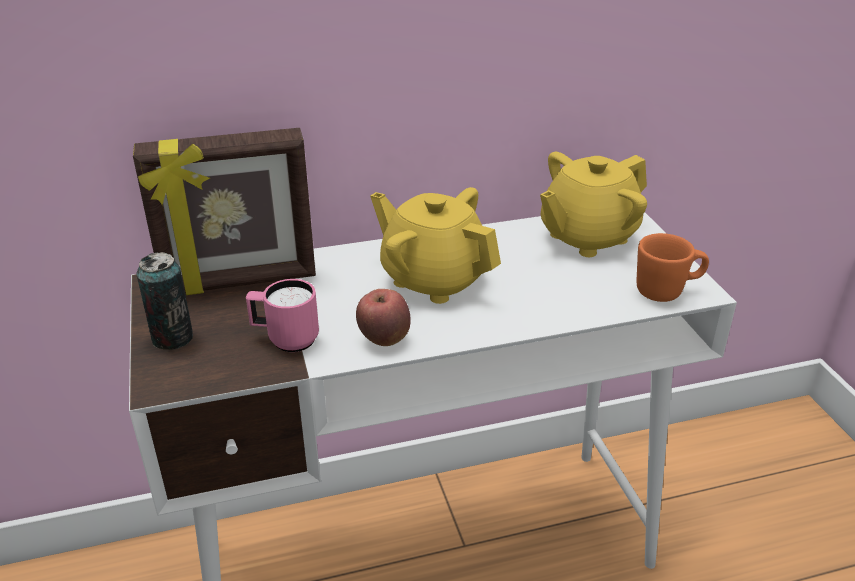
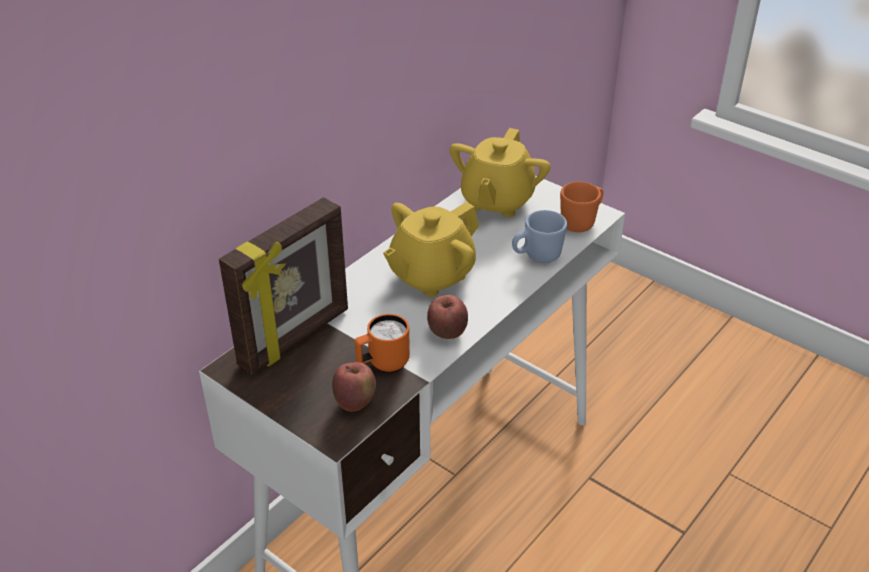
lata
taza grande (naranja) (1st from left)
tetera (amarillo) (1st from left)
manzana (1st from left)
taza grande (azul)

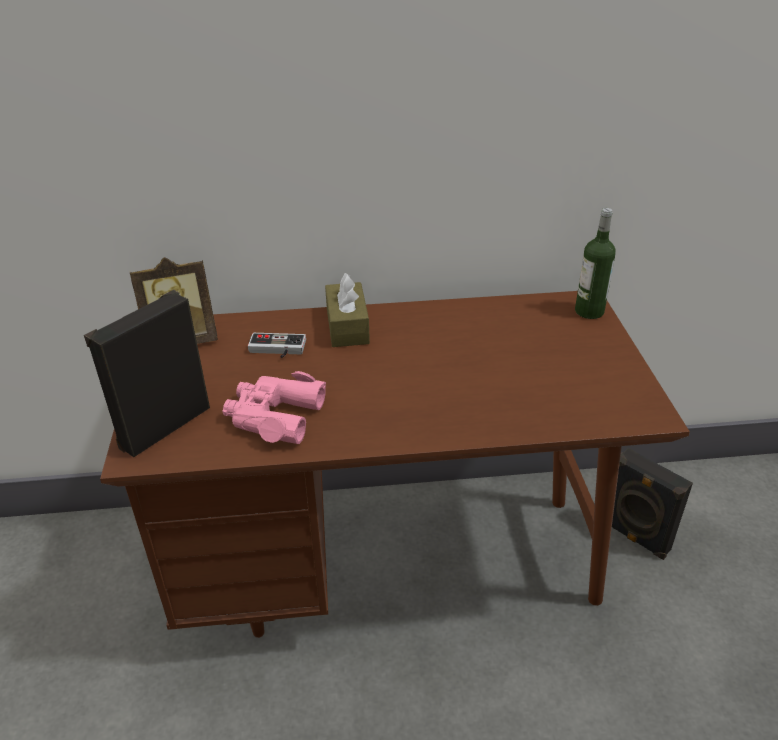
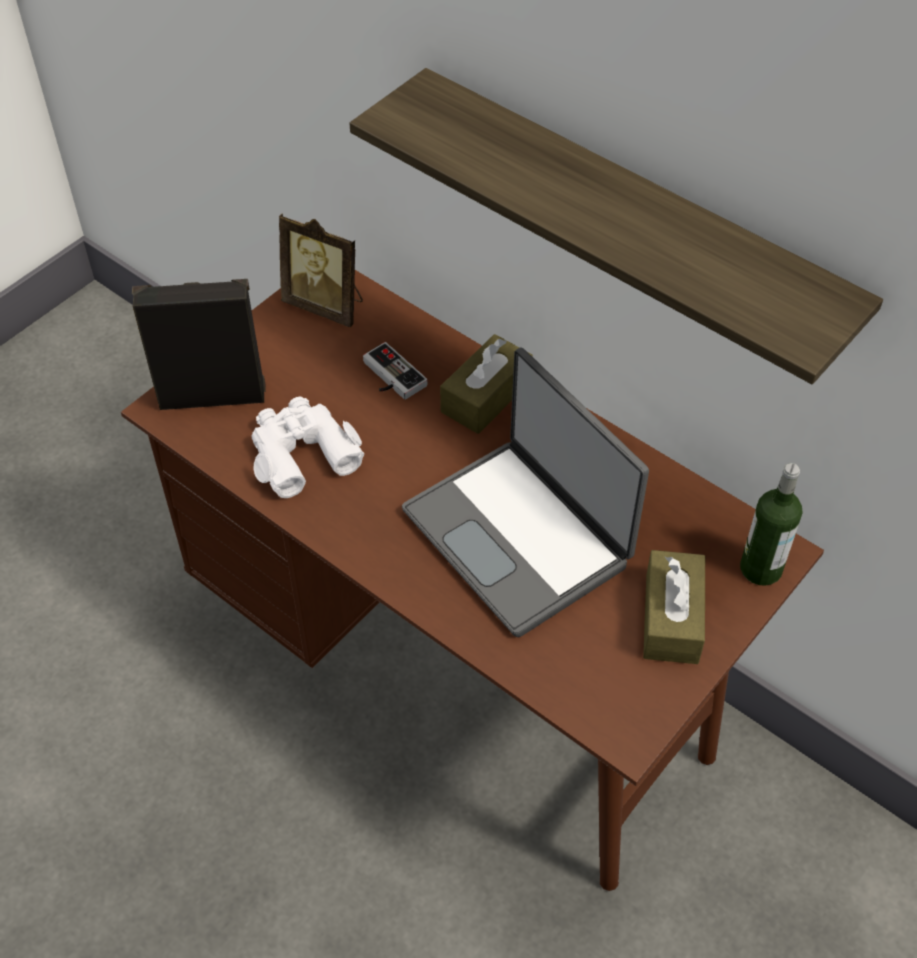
prismáticos (blanco)
altavoz (negro) (2nd from left in the first image)
estante
portátil
caja de pañuelos (marrón) (2nd from left)

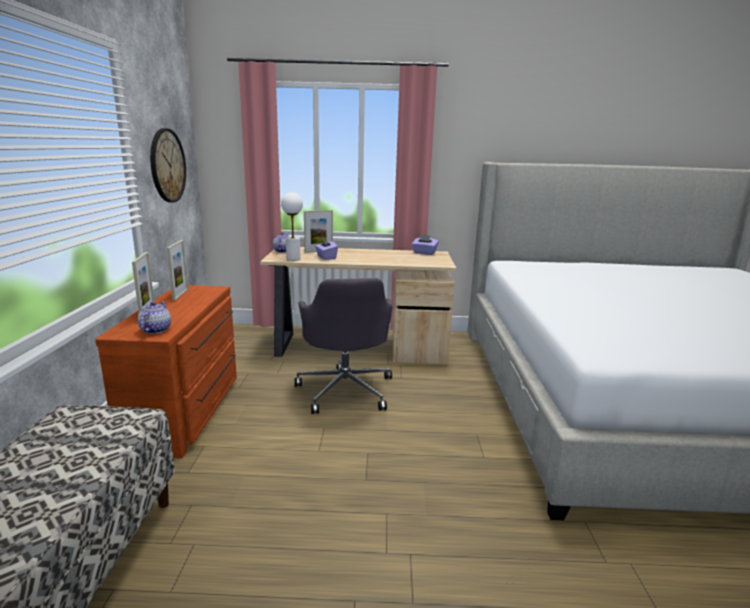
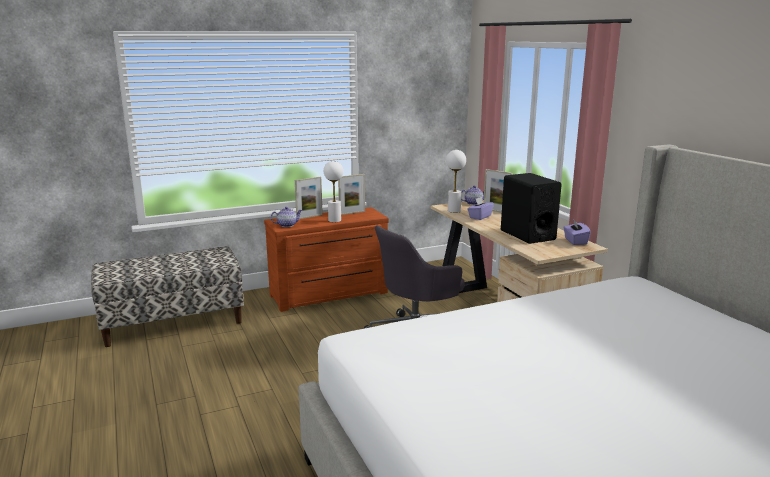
reloj de pared
lámpara de mesa (blanco) (1st from left)
altavoz (negro)

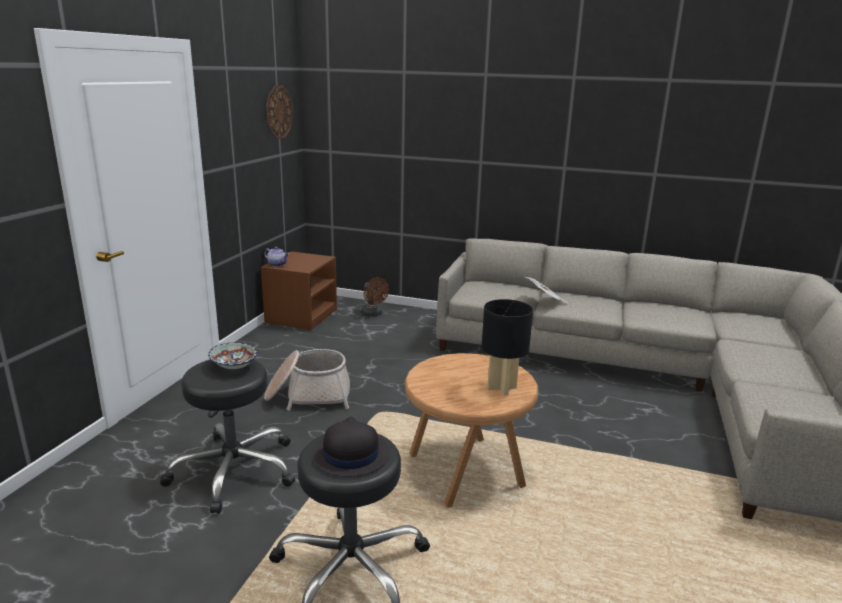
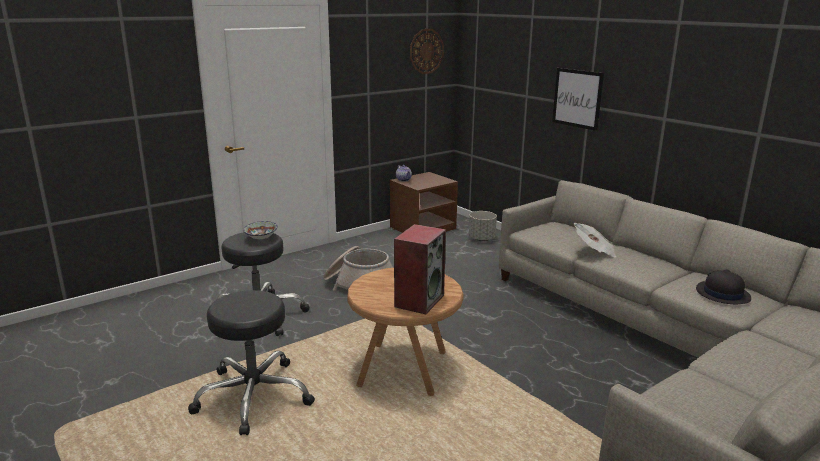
sombrero (negro)
maceta (gris)
altavoz
cuadro

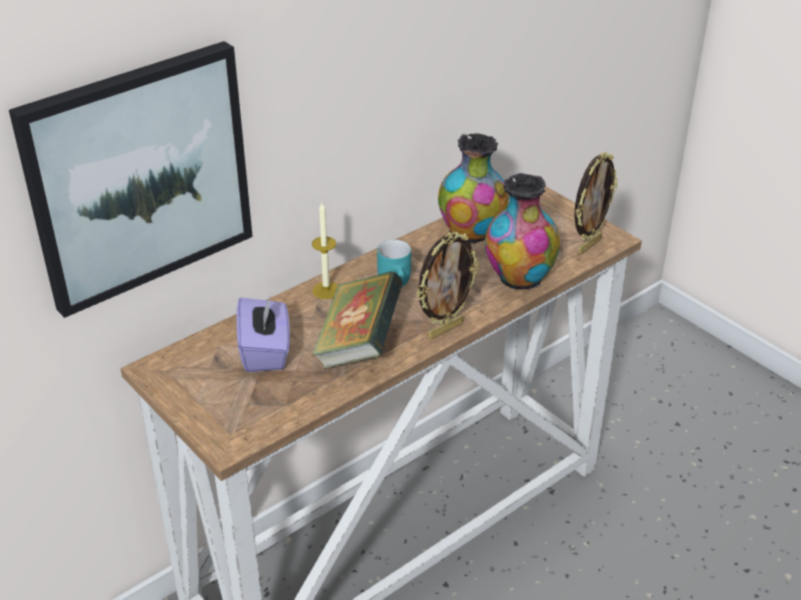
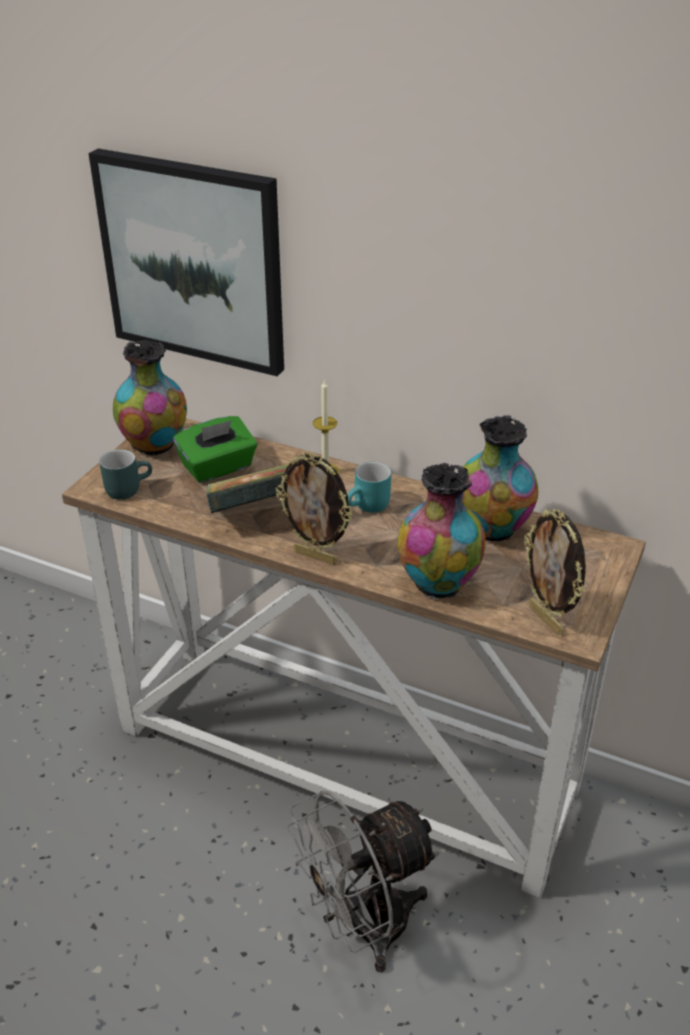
caja de pañuelos (verde)
portarretratos (2nd from left)
taza grande (turquesa) (1st from left)
florero (1st from left)
ventilador (gris)

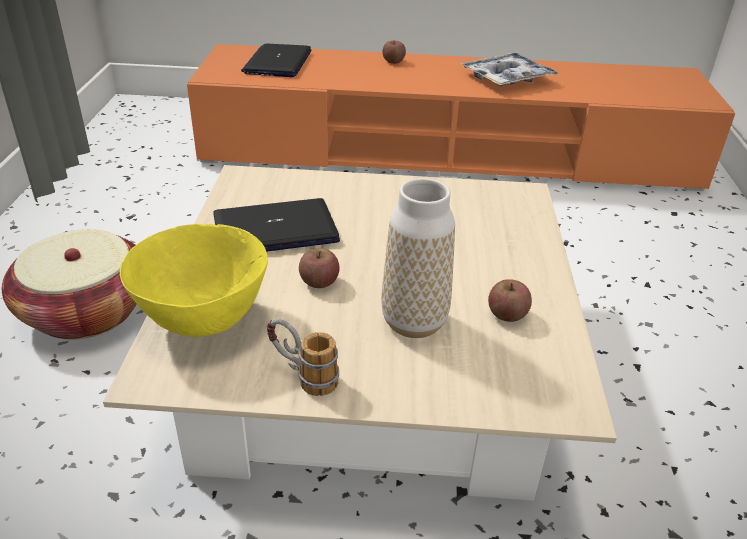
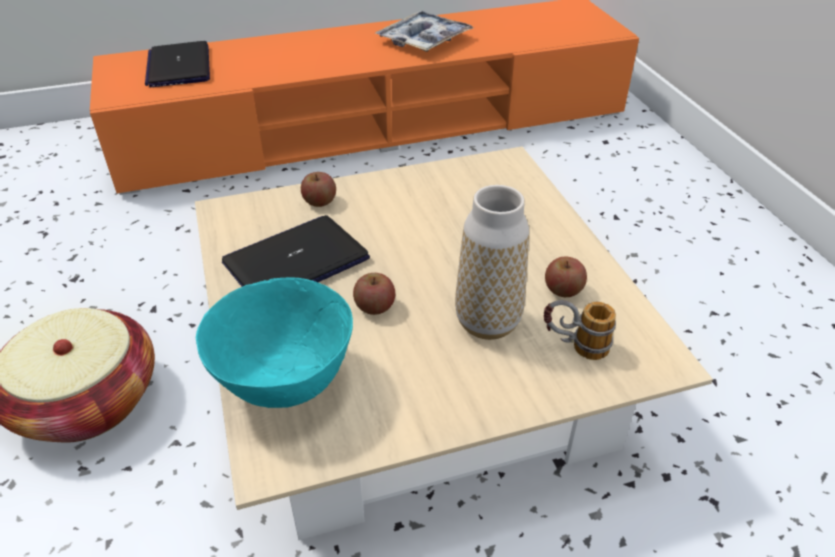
cuenco (turquesa)
taza grande
manzana (1st from left)

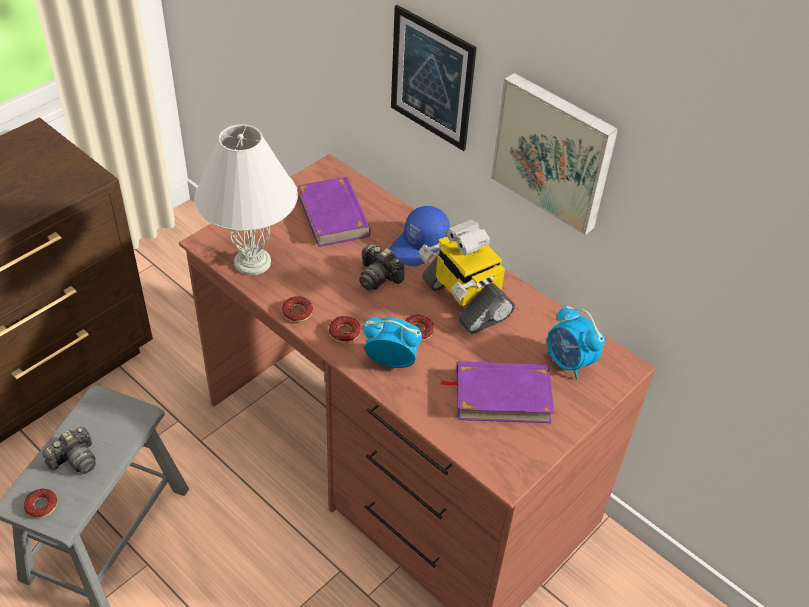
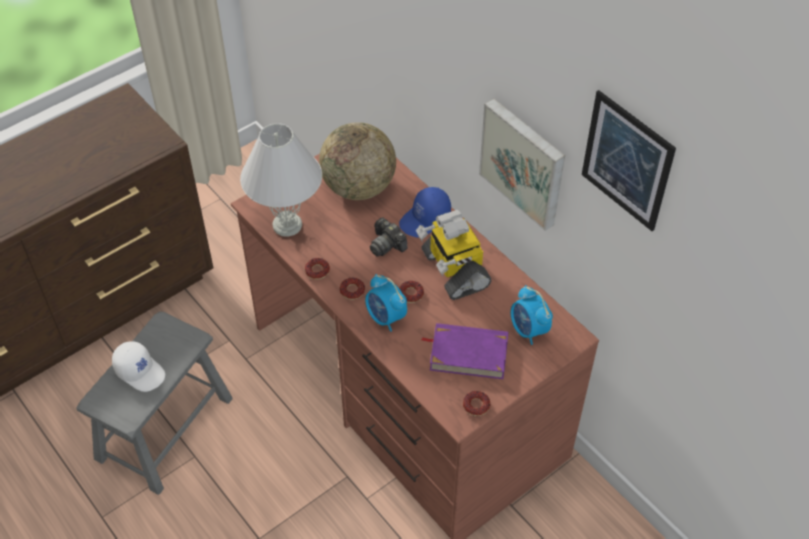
rosquilla (4th from left)
gorra (blanco)
globo terráqueo
despertador (1st from left)
cuadro (2nd from left)

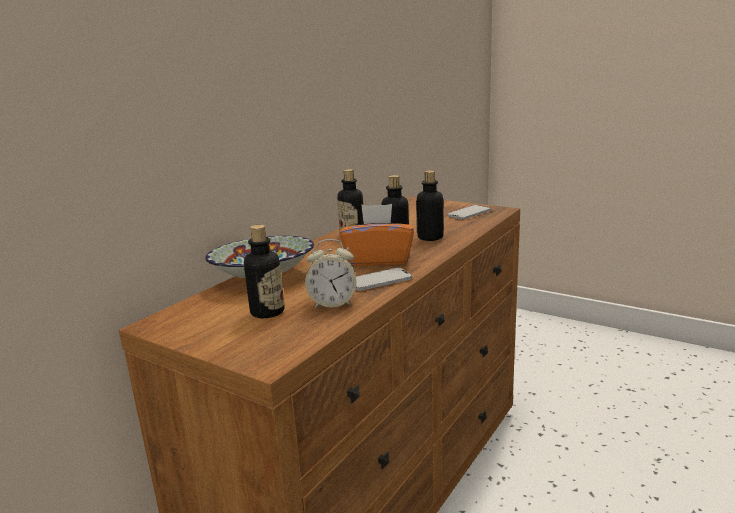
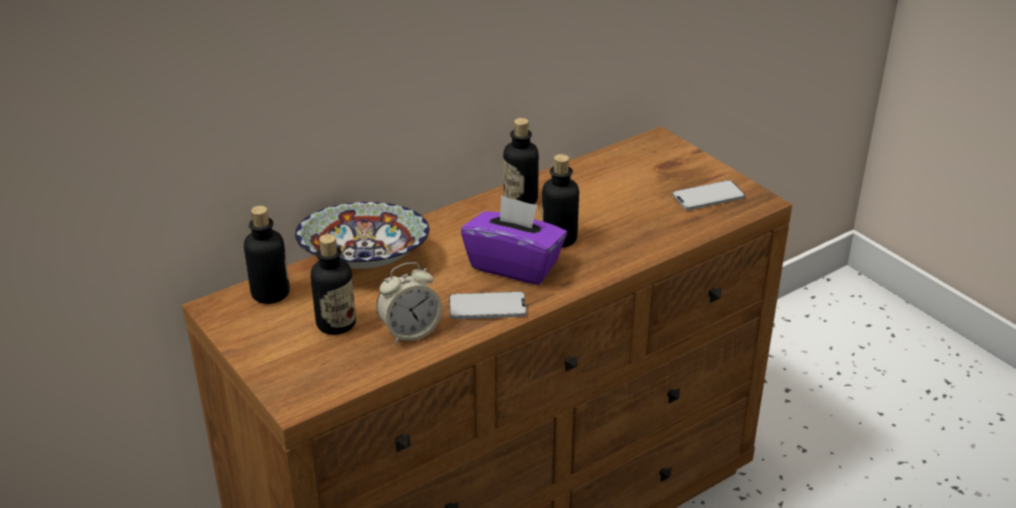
despertador
caja de pañuelos (morado)
botella (1st from left)

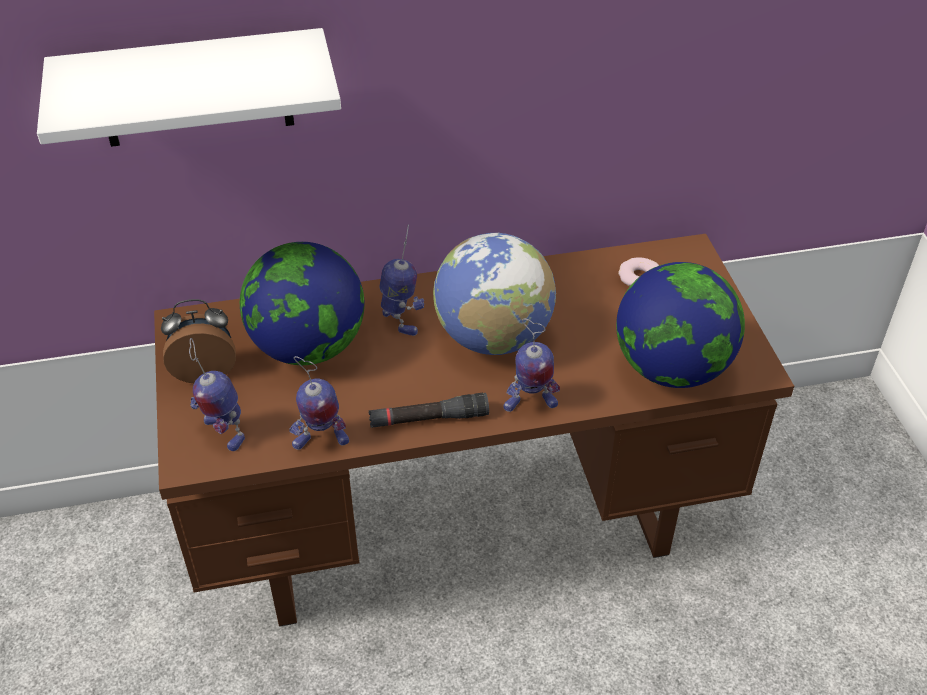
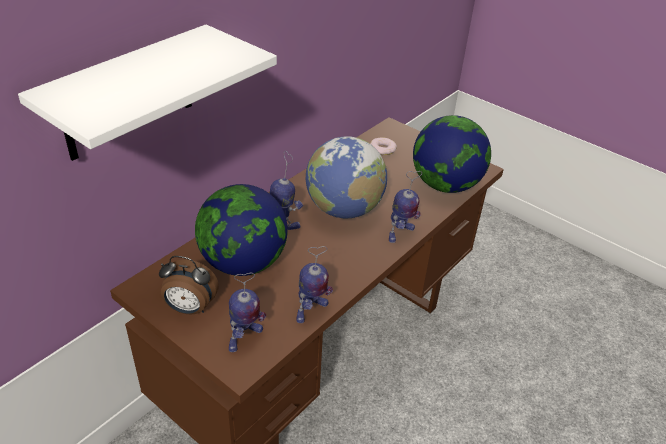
despertador
robot de juguete (1st from left)
linterna (negro)

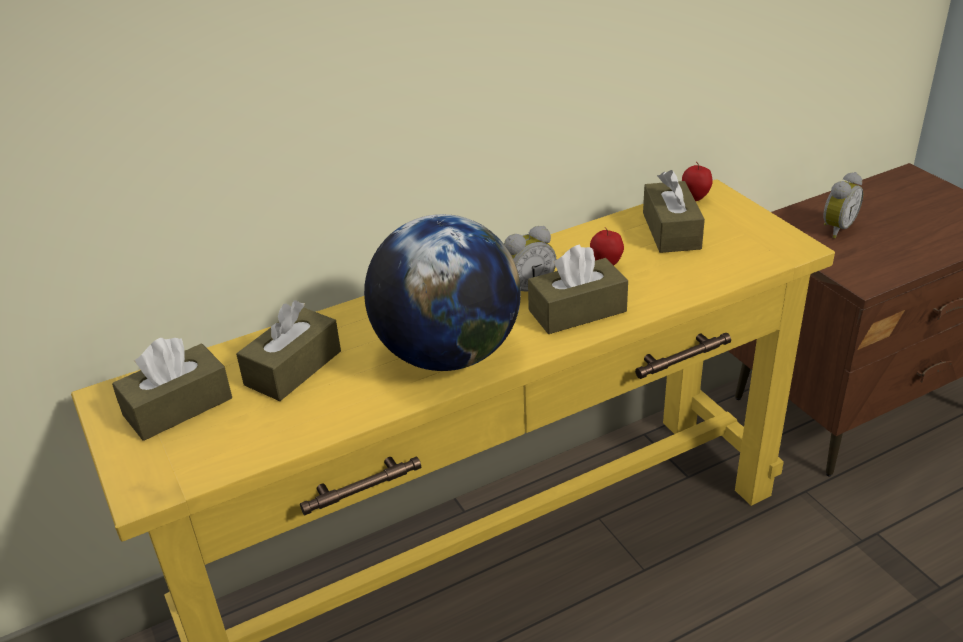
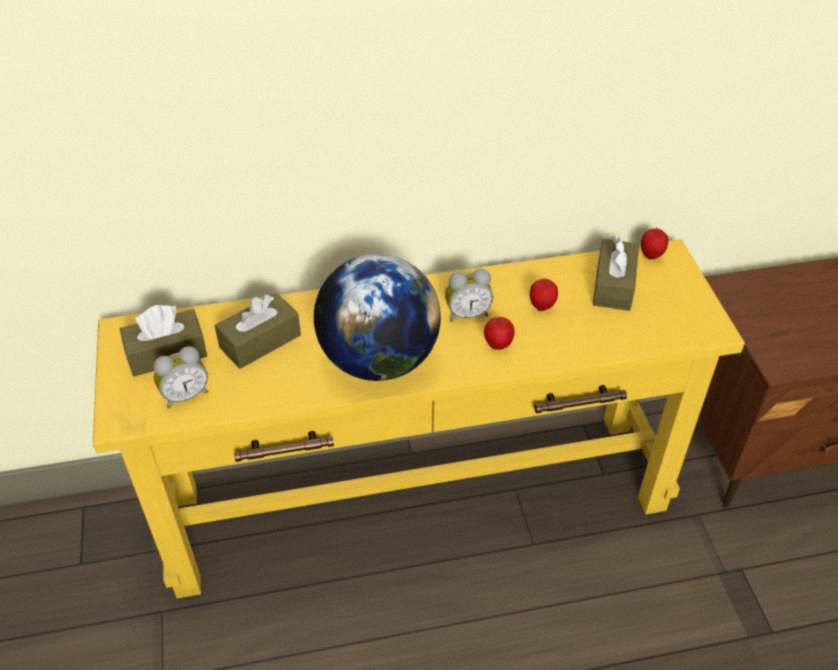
manzana (1st from left)
despertador (1st from left)

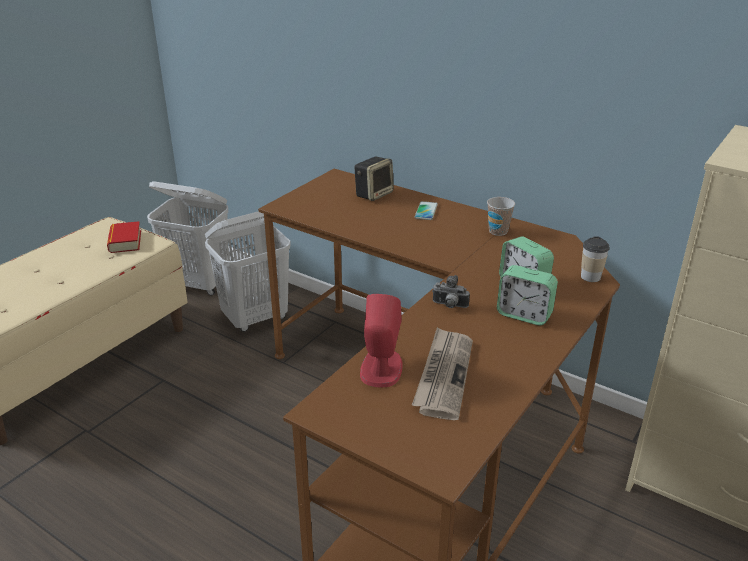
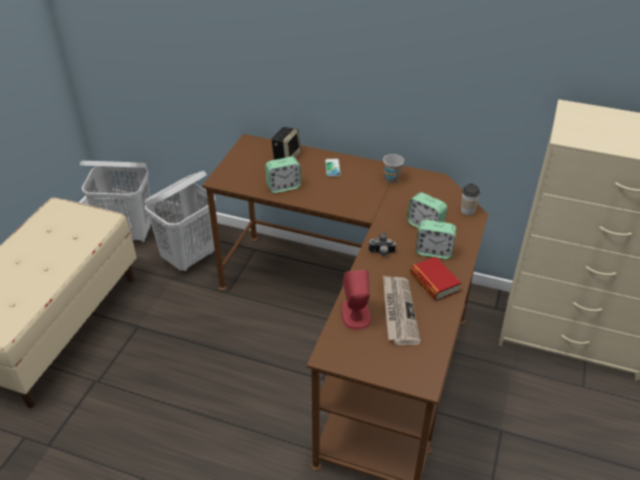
libro
despertador (1st from left)

